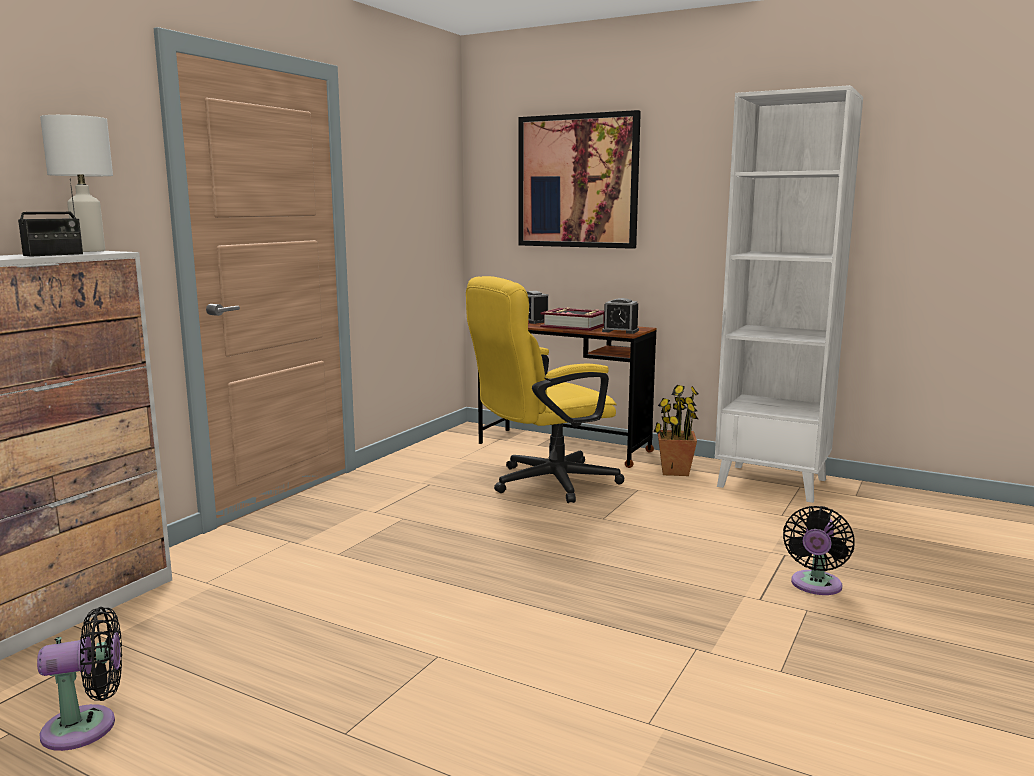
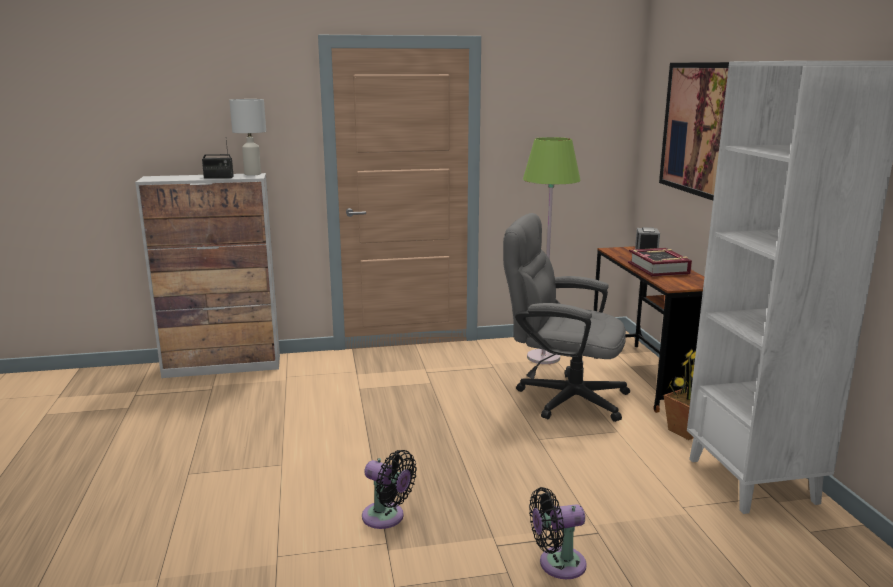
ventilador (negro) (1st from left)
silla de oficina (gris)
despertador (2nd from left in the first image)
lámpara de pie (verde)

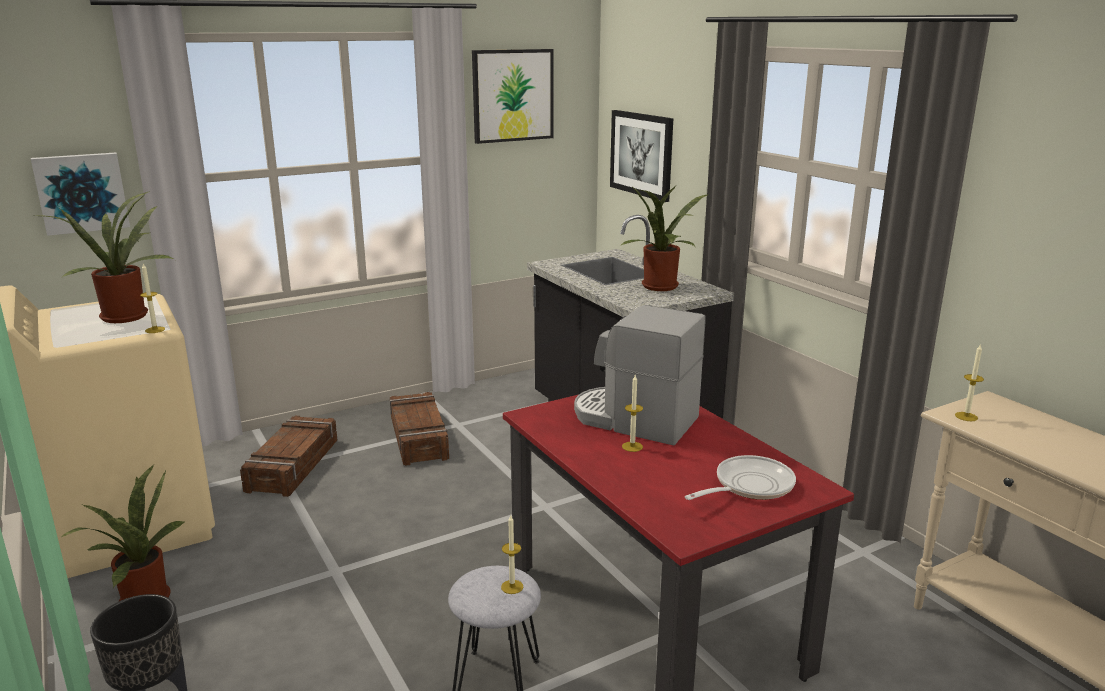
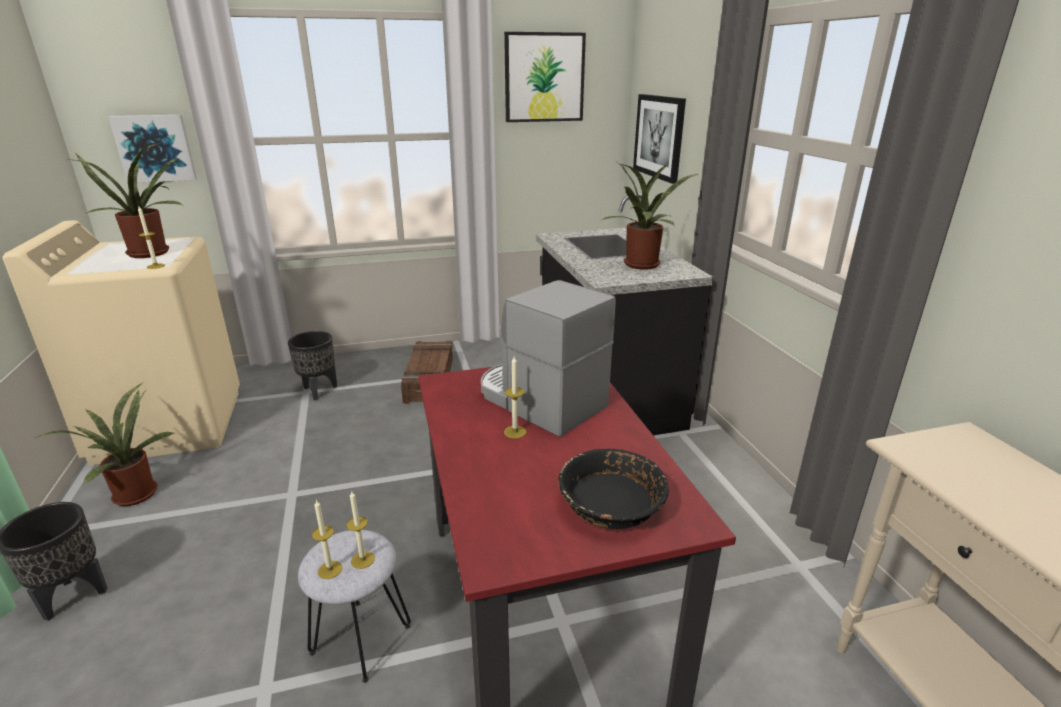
maceta (negro) (2nd from left)
cuenco (negro)
vela (2nd from left)

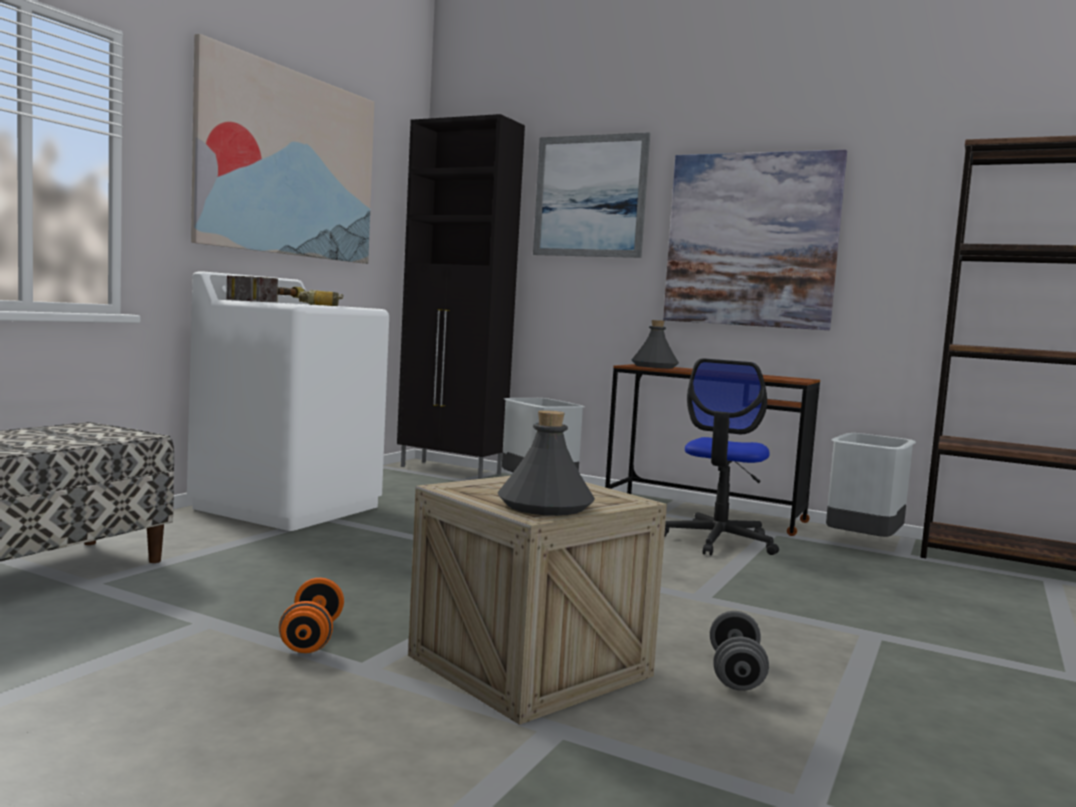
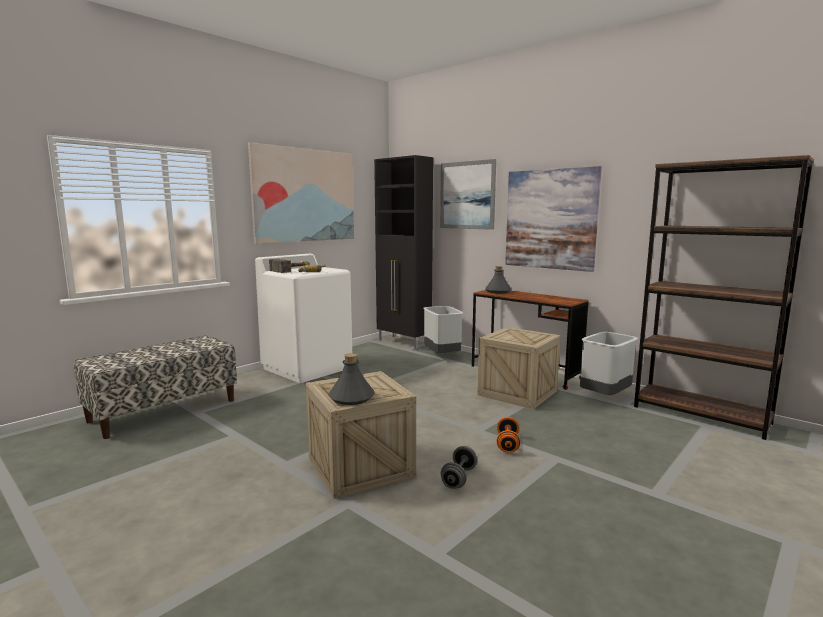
mancuerna (naranja)
caja de embalaje (2nd from left)

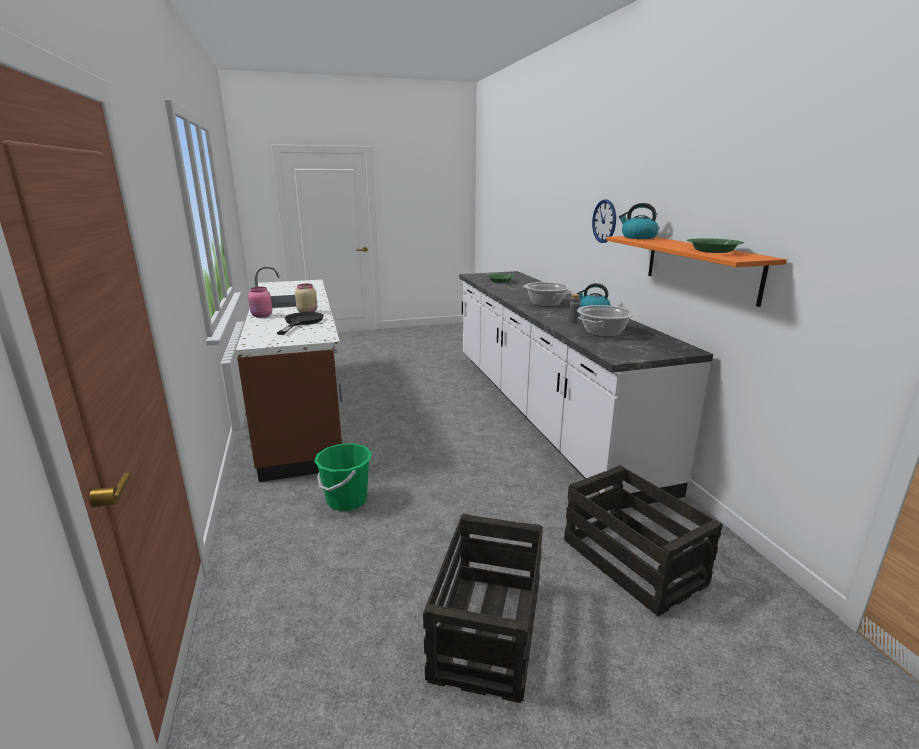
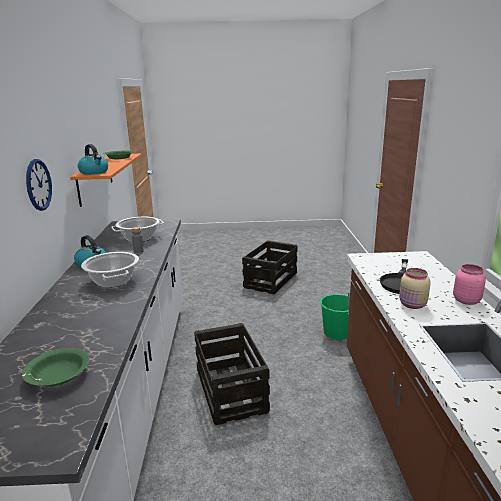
caja de embalaje (1st from left)

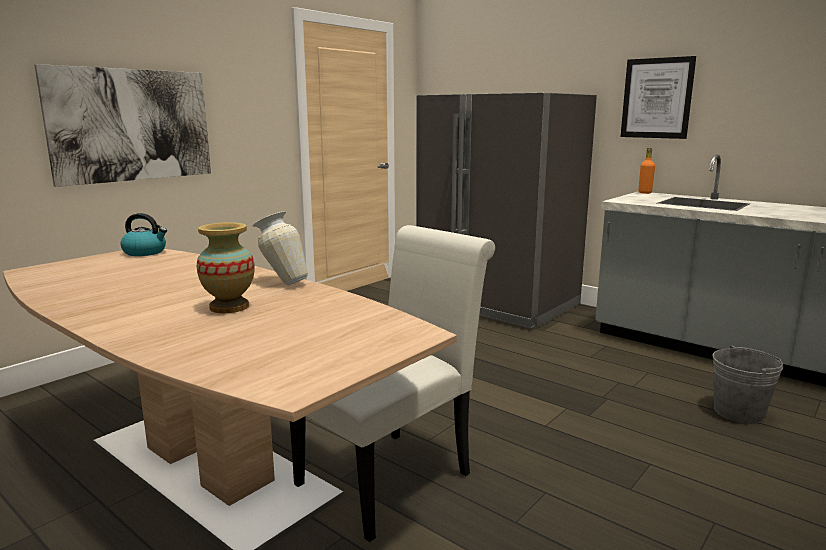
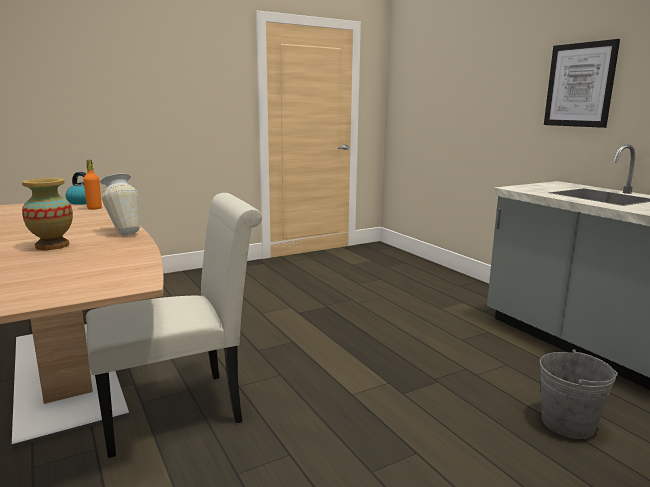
cuadro (1st from left in the first image)
nevera (gris)
botella (naranja)

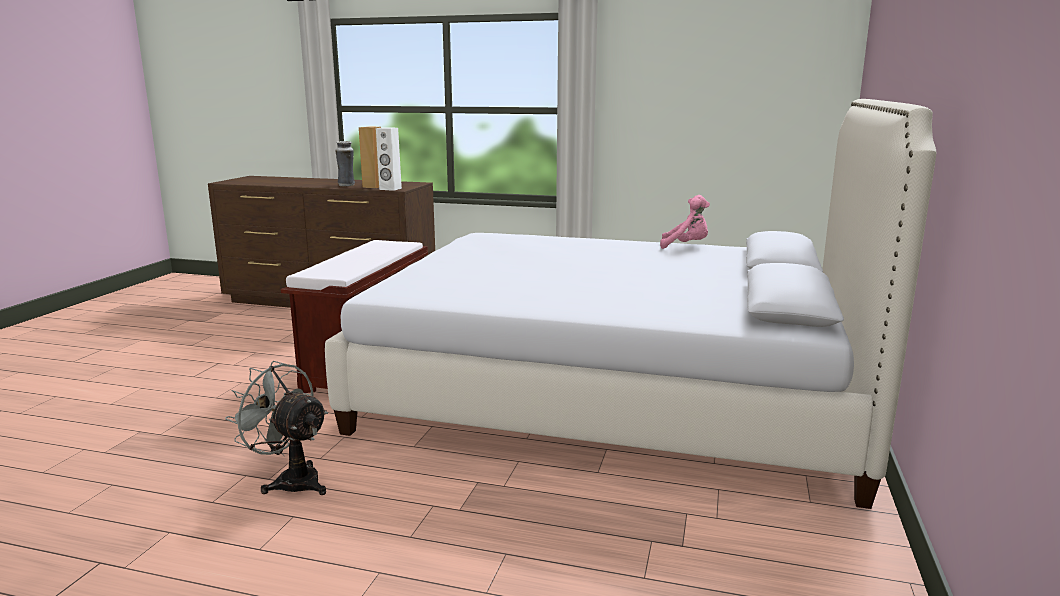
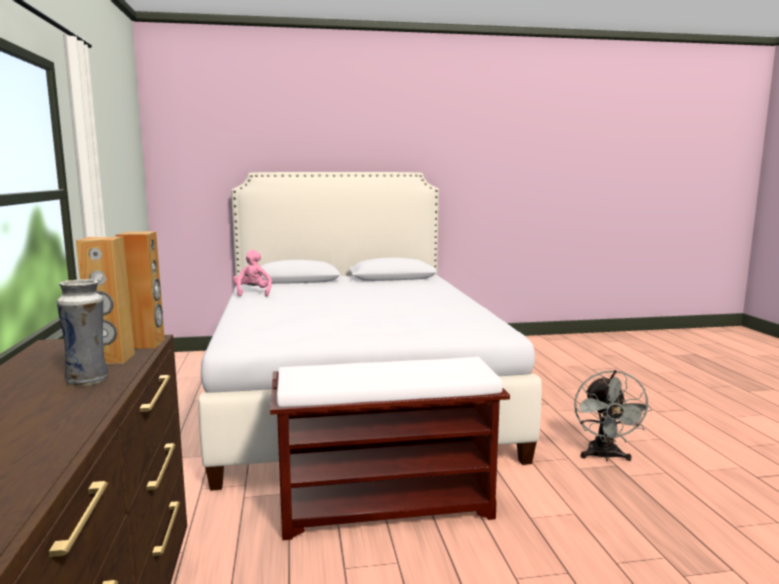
altavoz (marrón) (2nd from left)

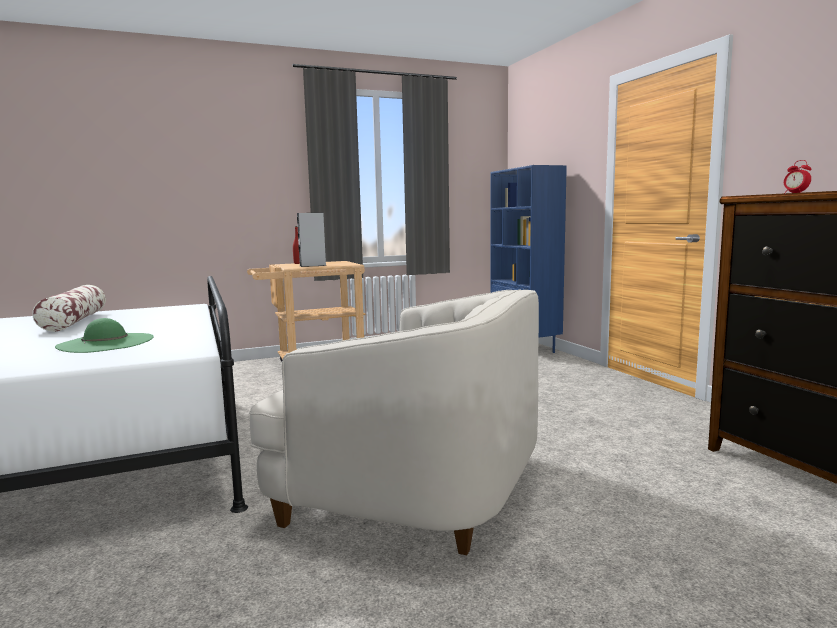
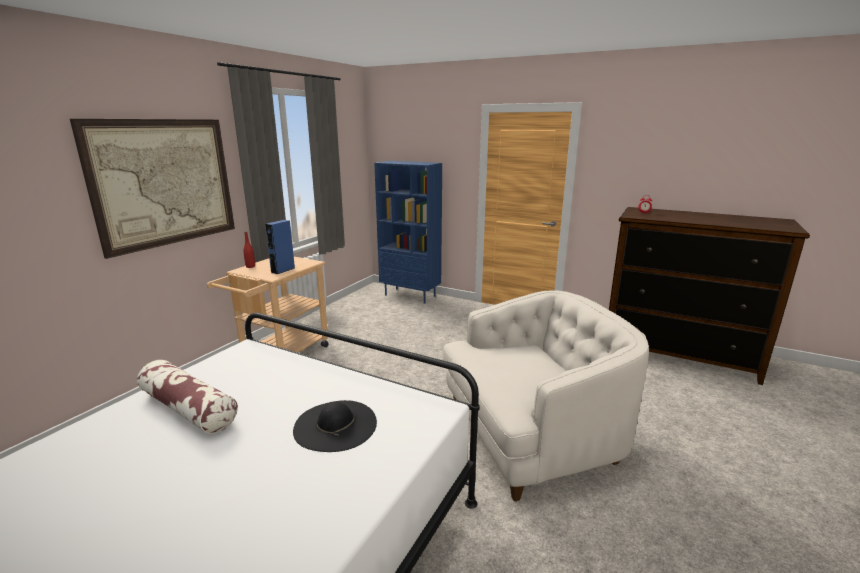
sombrero (negro)
altavoz (azul)
cuadro

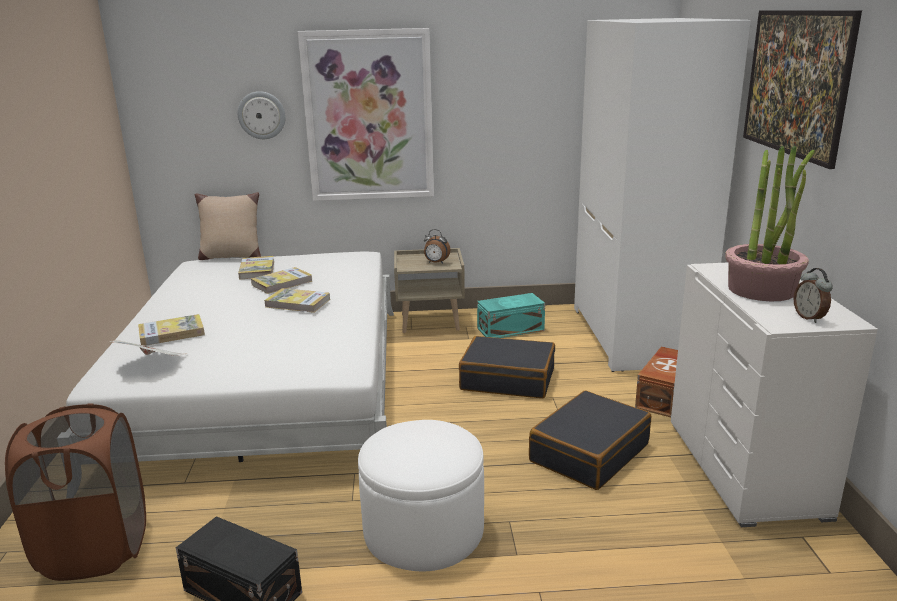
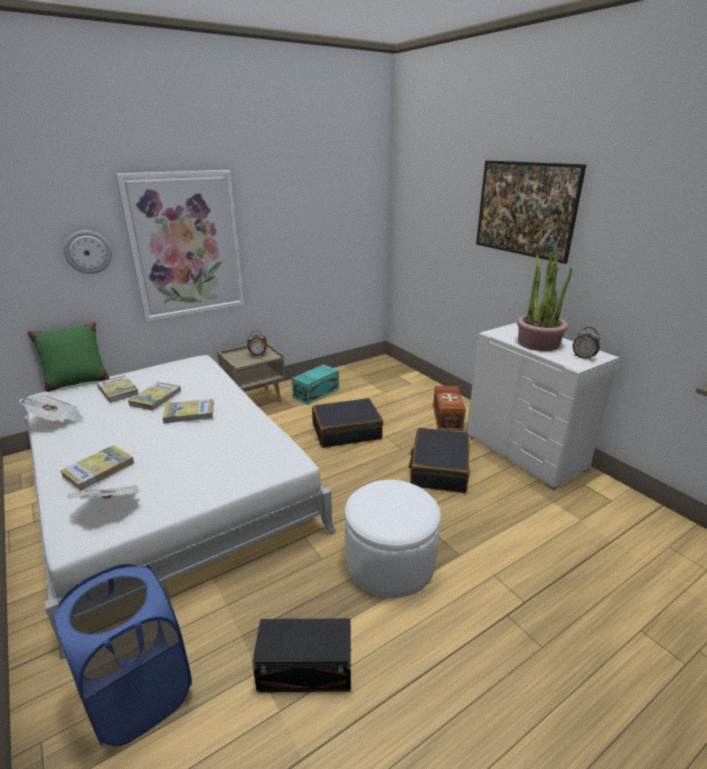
cesto de la ropa (azul)
cojín (verde)
armario ropero (blanco)
periódico (1st from left)

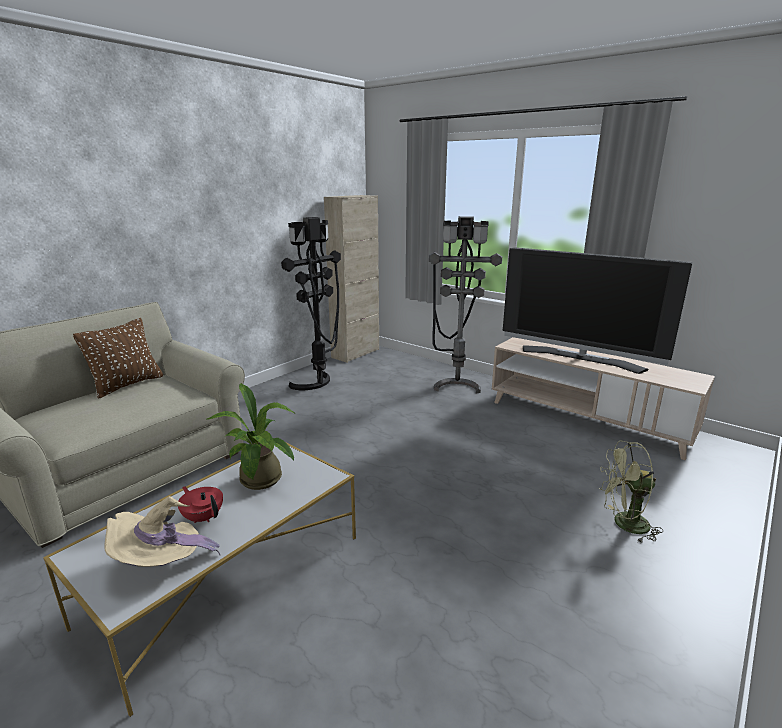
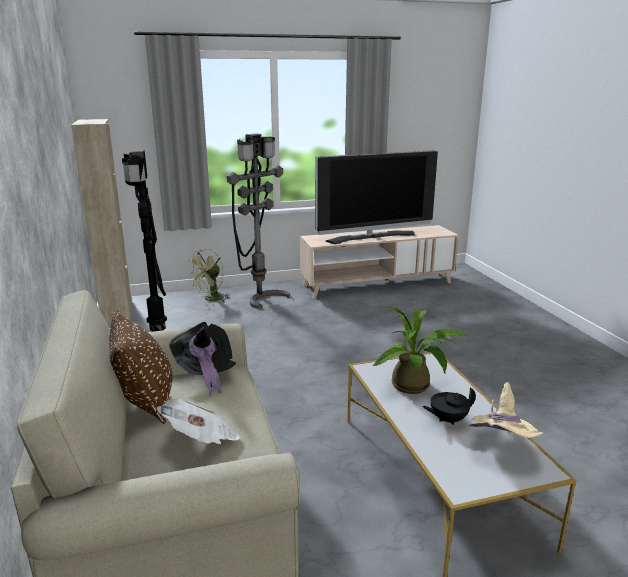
tetera (negro)
ventilador (verde)
periódico
sombrero (negro)

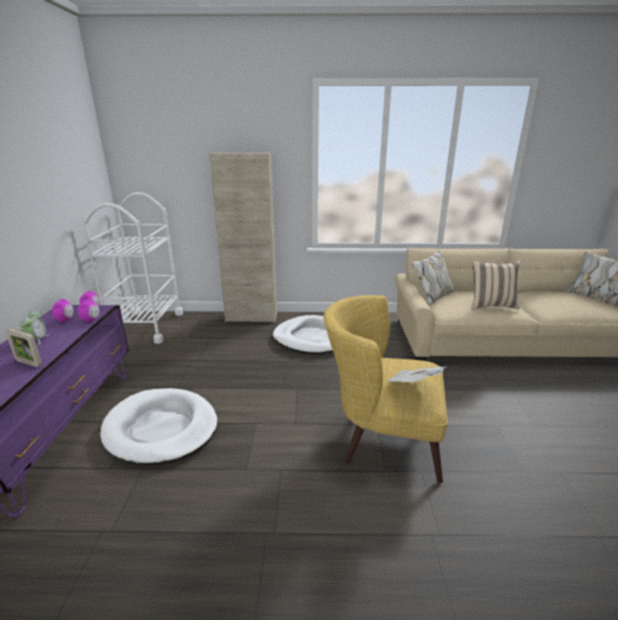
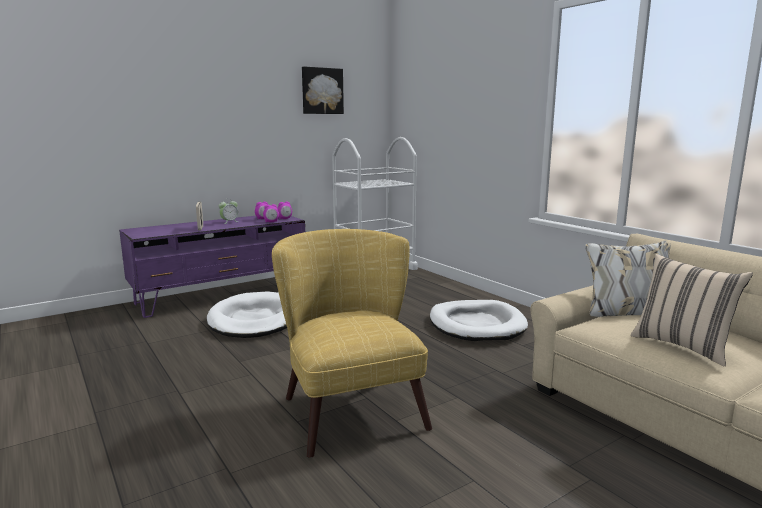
armario (beis)
periódico
cuadro

